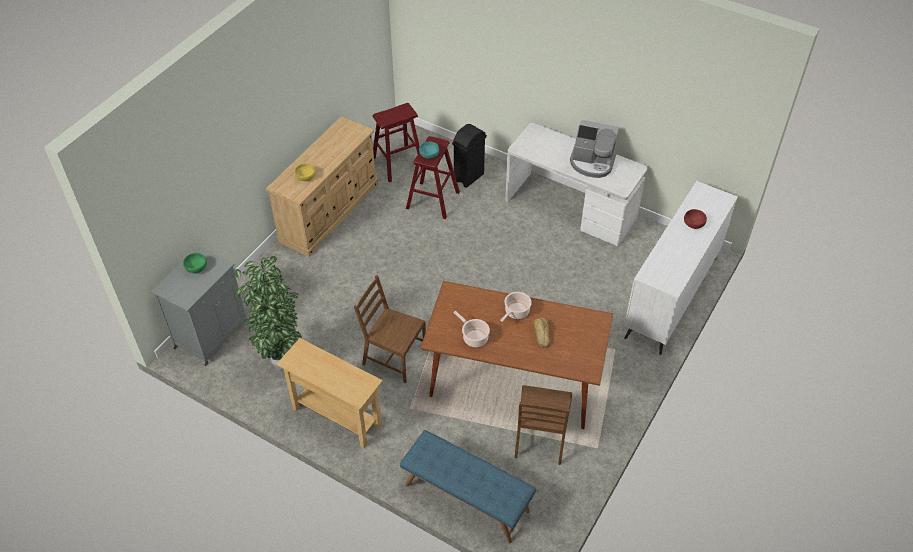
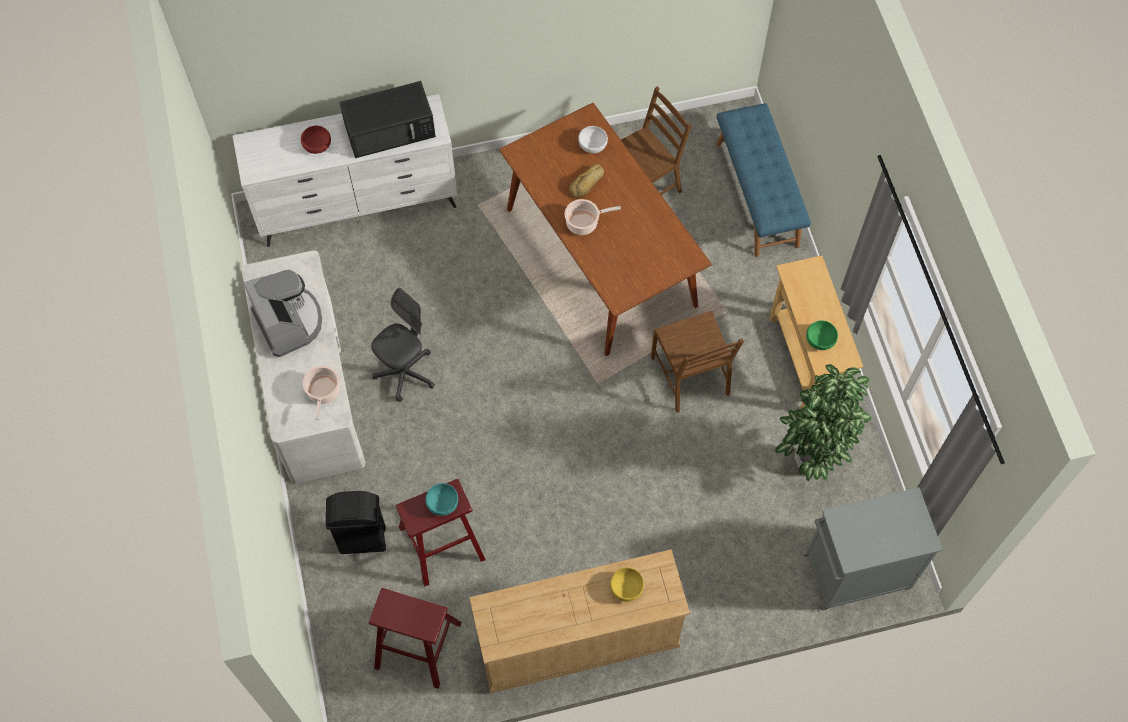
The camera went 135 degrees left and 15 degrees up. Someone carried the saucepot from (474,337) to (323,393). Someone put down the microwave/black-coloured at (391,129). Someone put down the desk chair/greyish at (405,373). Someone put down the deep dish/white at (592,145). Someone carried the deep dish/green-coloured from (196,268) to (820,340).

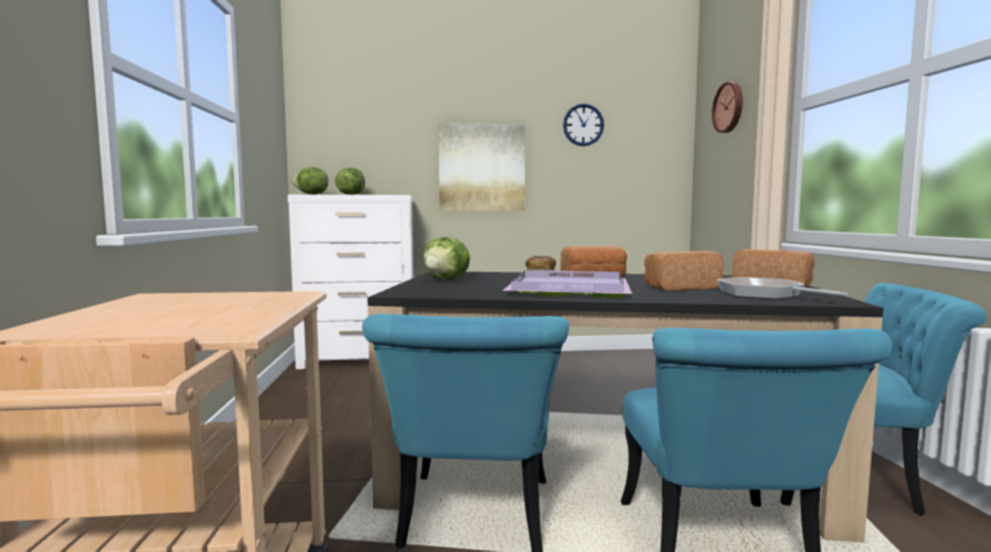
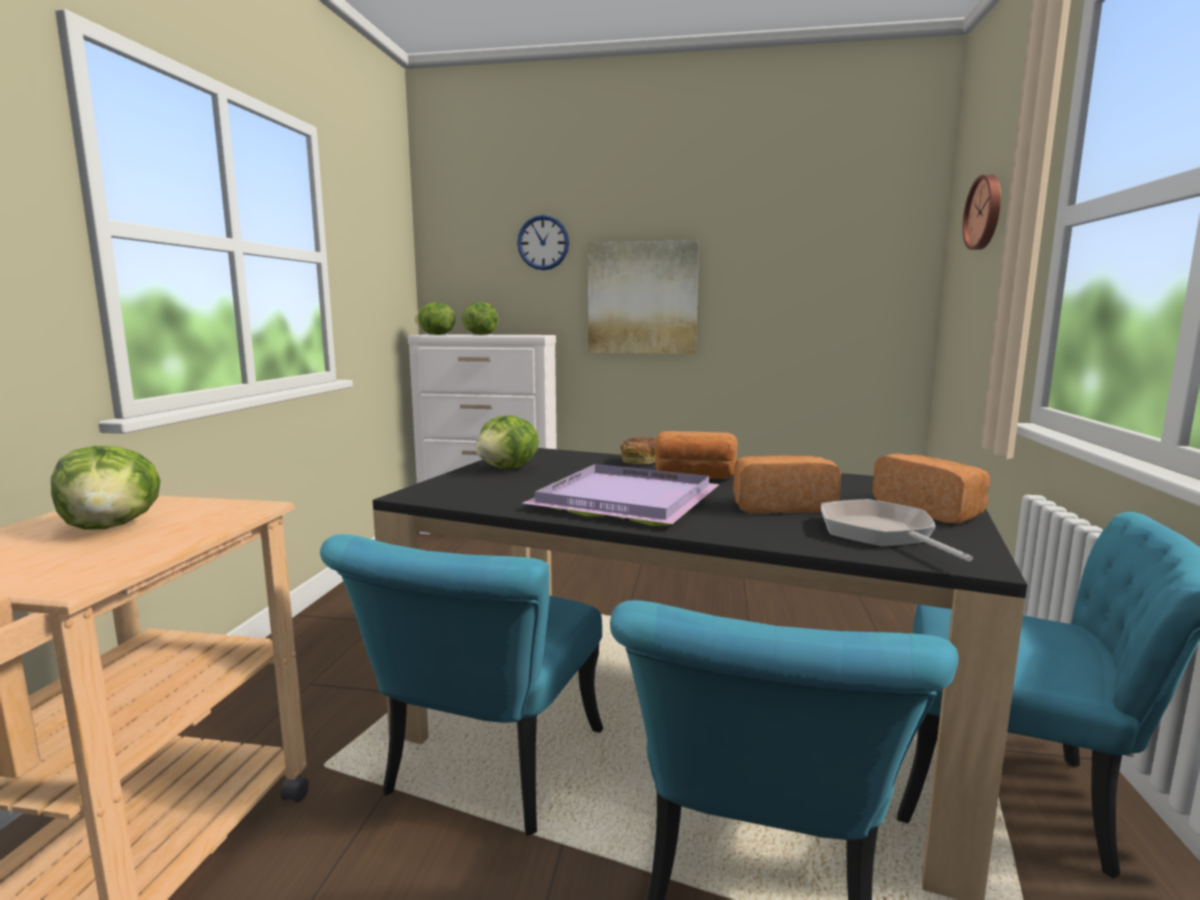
The camera went 15 degrees right and 5 degrees up. Someone put down the lettuce at (112,527). Someone carried the clock on the wall from (583,125) to (543,243).

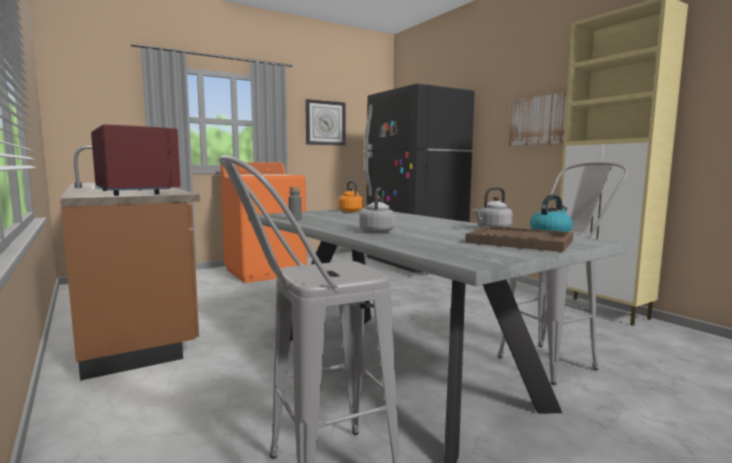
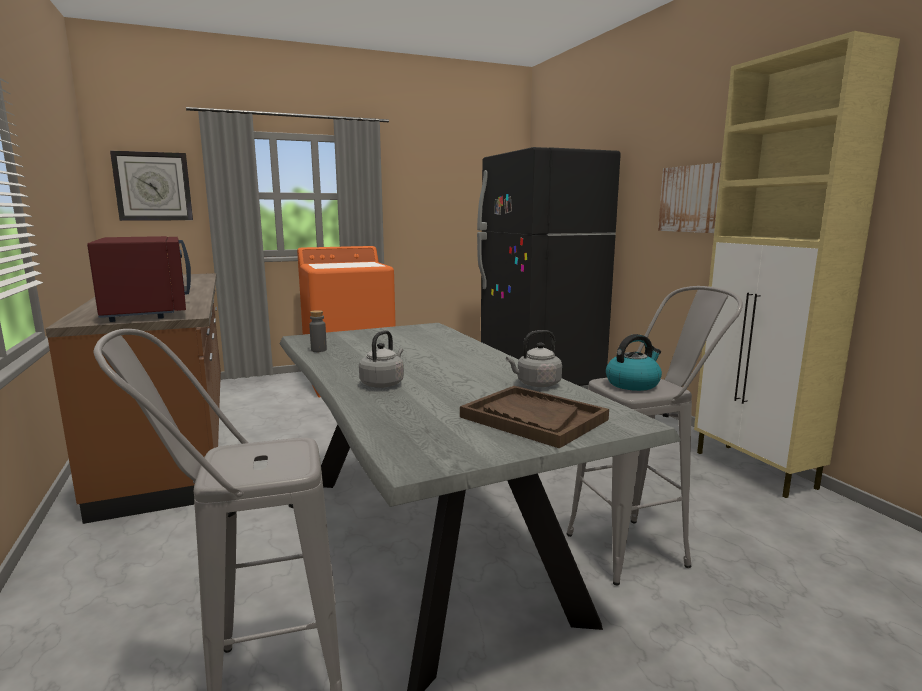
The camera went 10 degrees right and 5 degrees up. Someone carried the clock on the wall from (325,123) to (153,186). Someone took away the kettle/orangey at (350,211).

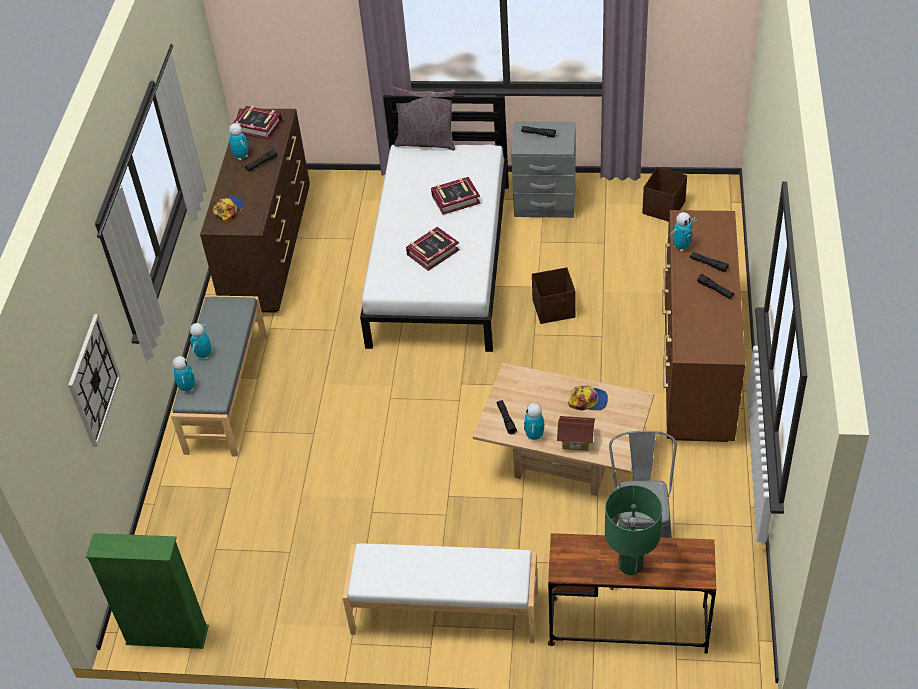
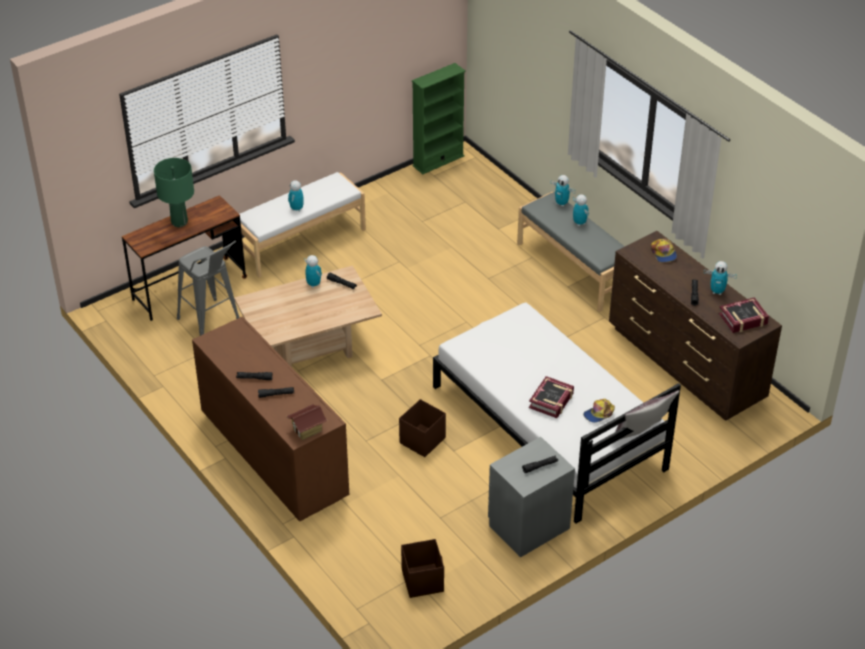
The camera went 135 degrees right and 5 degrees down. Someone carried the toy house from (576,441) to (307,430). Someone carried the robot figure from (681,247) to (296,209). Someone carried the peaked cap from (588,400) to (599,413). Someone took away the clock on the wall at (93,380). Someone took away the book at (432,252).

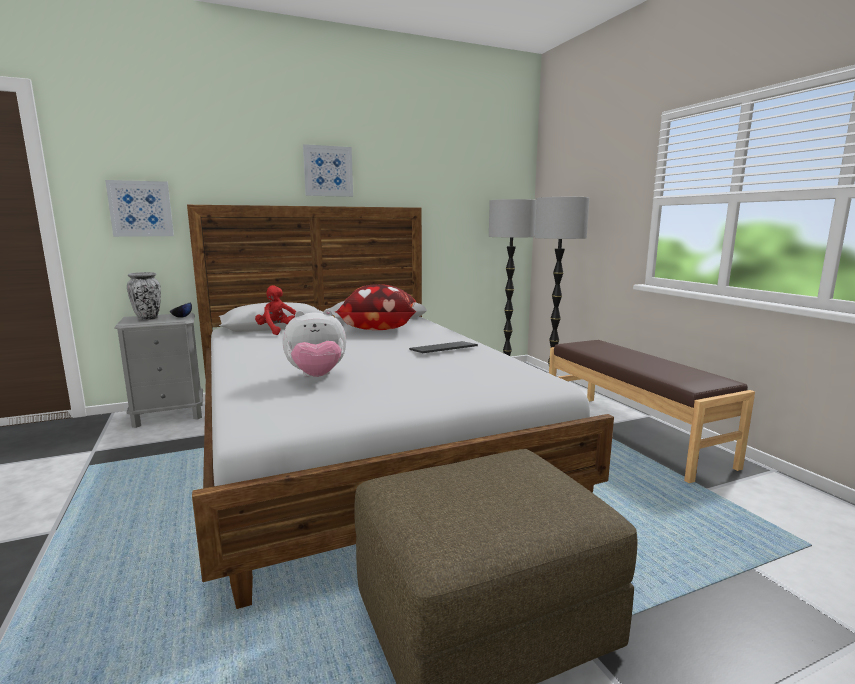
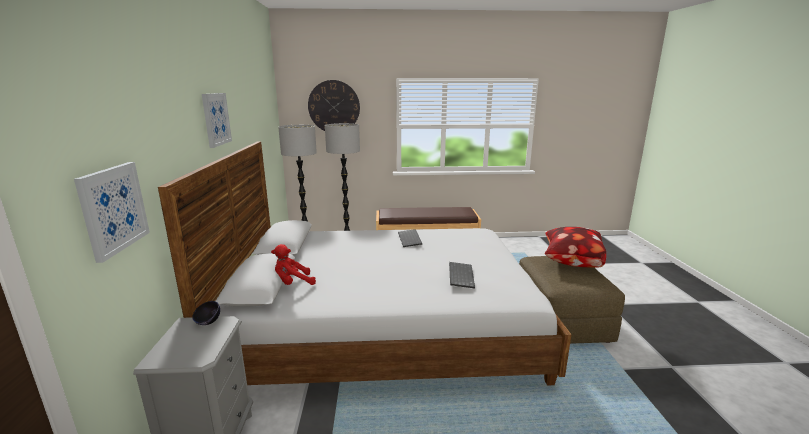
The camera went 70 degrees left and 5 degrees up. Someone put up the clock on the wall at (334,107). Someone swapped the plush toy at (317,377) for the PC keyboard at (460,275). Someone carried the throw pillow from (378,328) to (571,262). Someone took away the vase at (148,318).

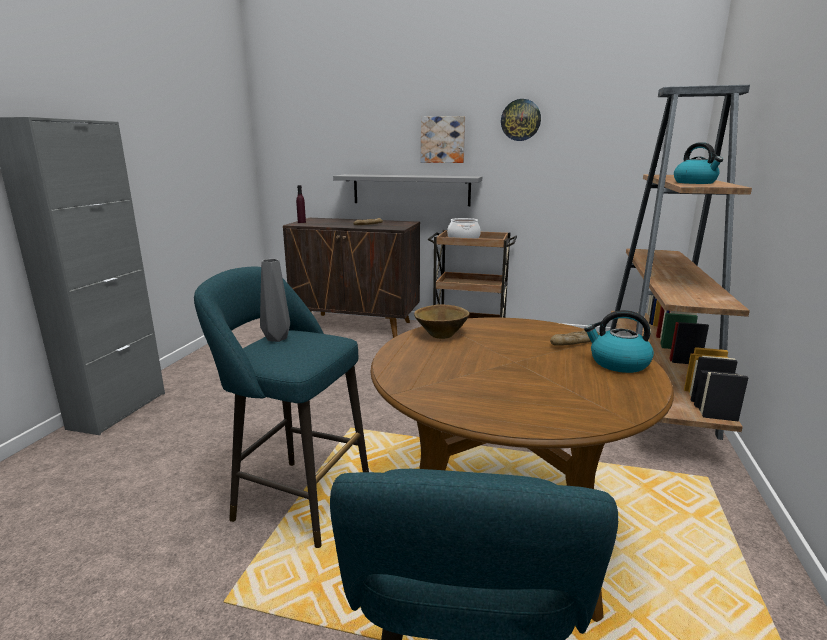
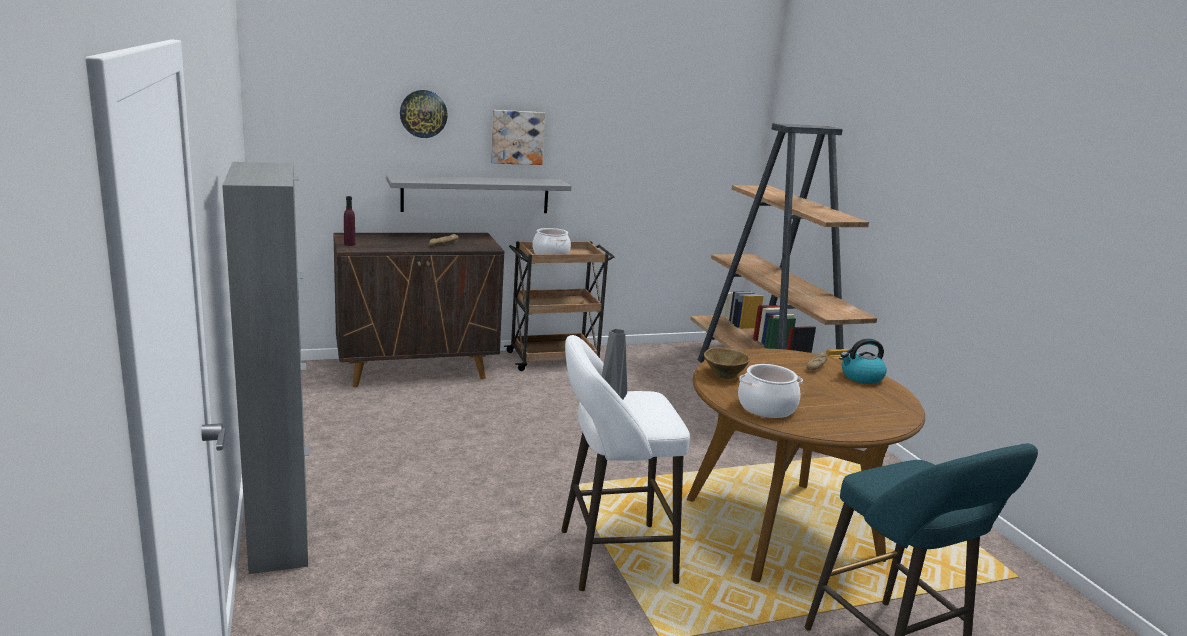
The camera went 35 degrees left and 0 degrees up. Someone carried the clock on the wall from (520,120) to (423,114). Someone repainted the stool seat/turquoise at (296,498), which became the stool seat/white at (609,556). Someone put down the saucepot at (766,408). Someone took away the kettle at (695,182).

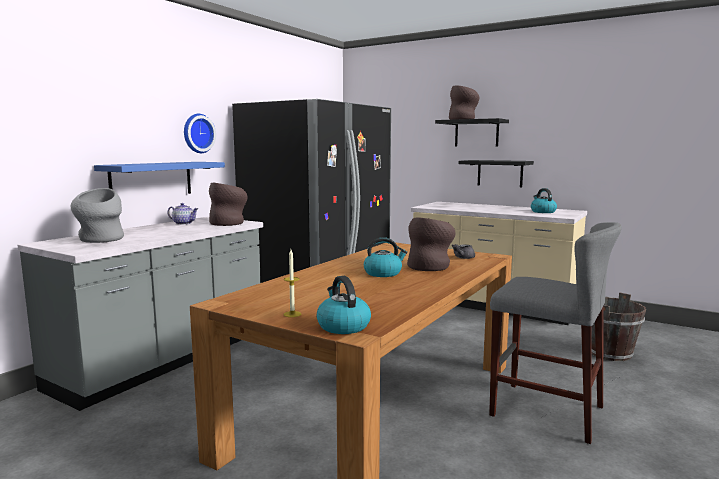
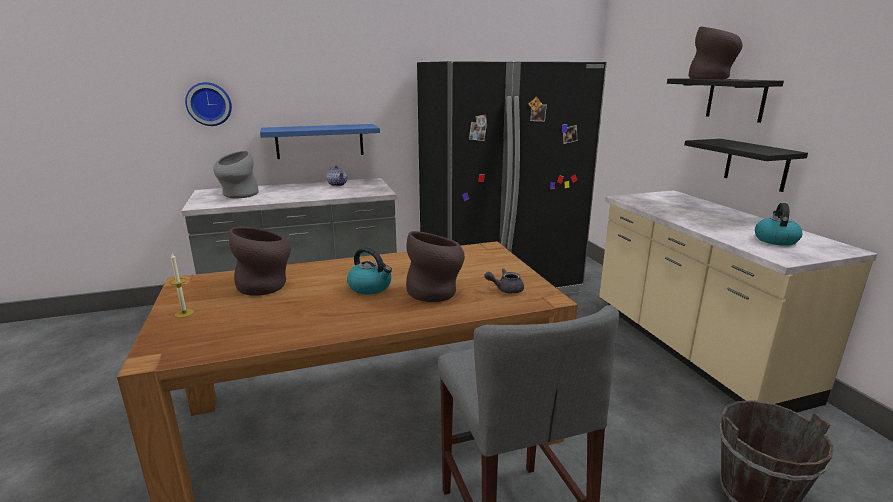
The camera went 40 degrees right and 10 degrees up. Someone carried the clock on the wall from (197,133) to (209,104). Someone carried the vase/brownish from (229,223) to (266,286). Someone took away the kettle at (343,326).

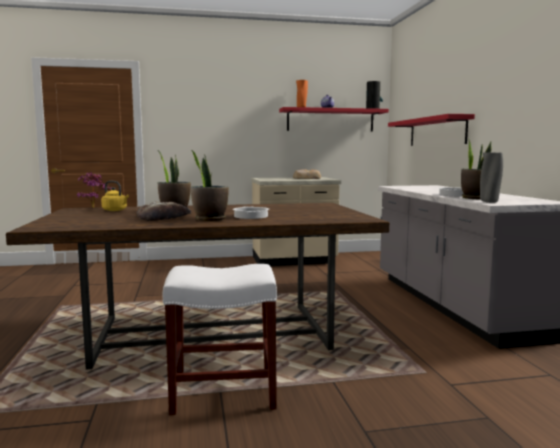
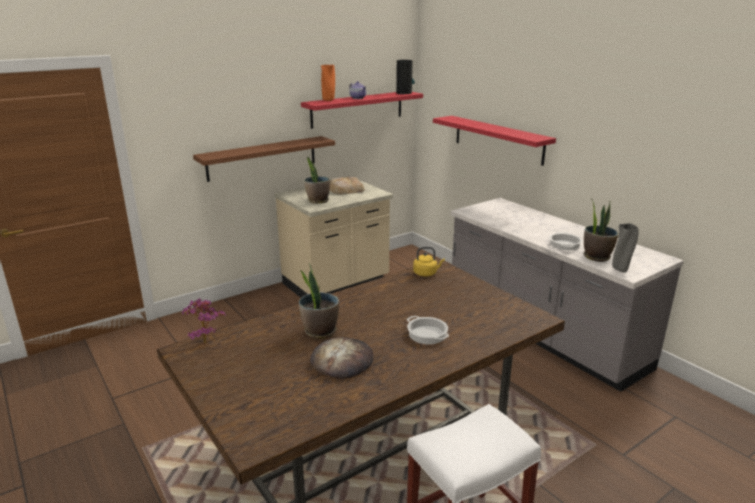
The camera went 25 degrees left and 15 degrees up. Someone put up the wall shelf/brownish at (262,158). Someone carried the houseplant from (209,219) to (317,200). Someone carried the kettle/yellow from (115,210) to (426,273).

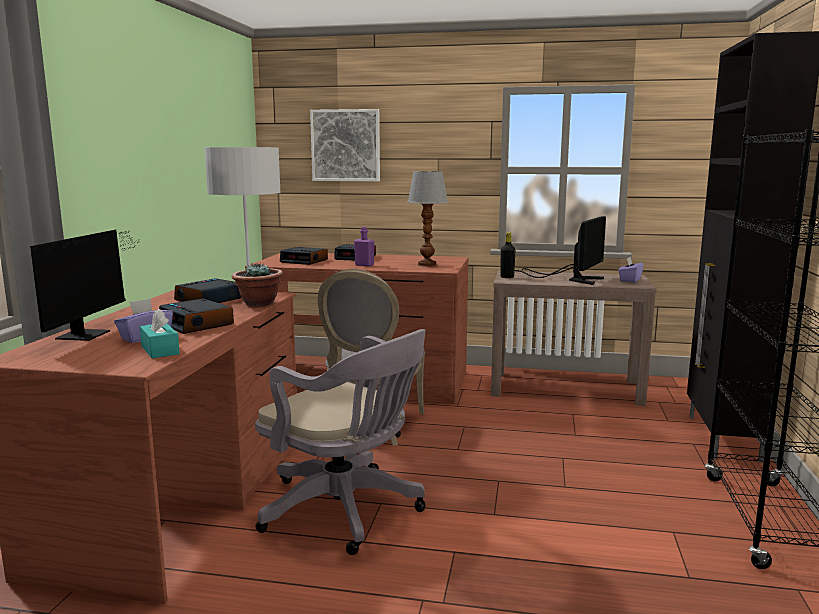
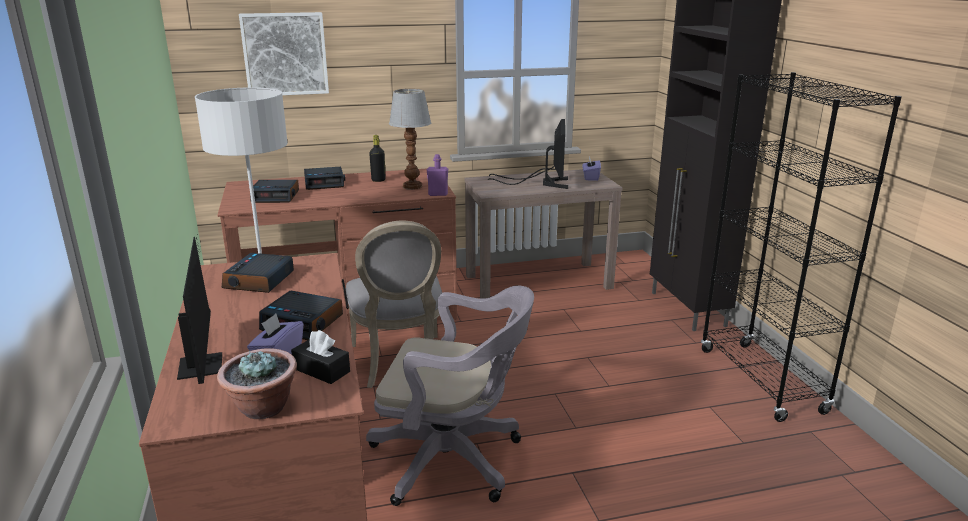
The camera went 25 degrees left and 10 degrees up. Someone carried the houseplant from (258,303) to (263,408). Someone repainted the box of tissues/turquoise at (160,350), which became the box of tissues/black-coloured at (321,370). Someone carried the bottle/black-coloured from (507,277) to (378,180). Someone carried the bottle/purple from (364,265) to (438,194).

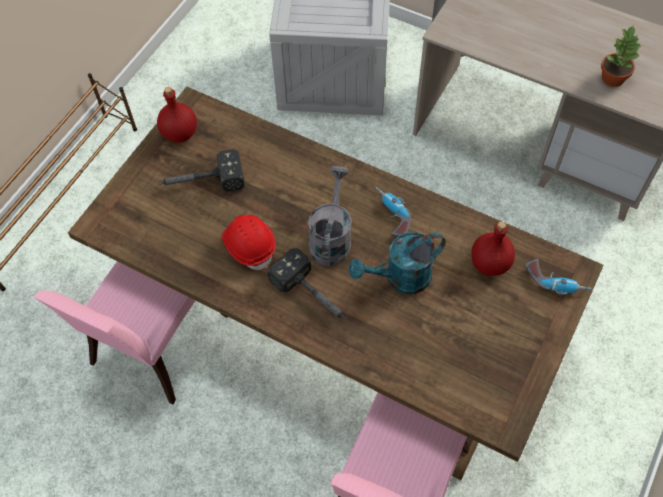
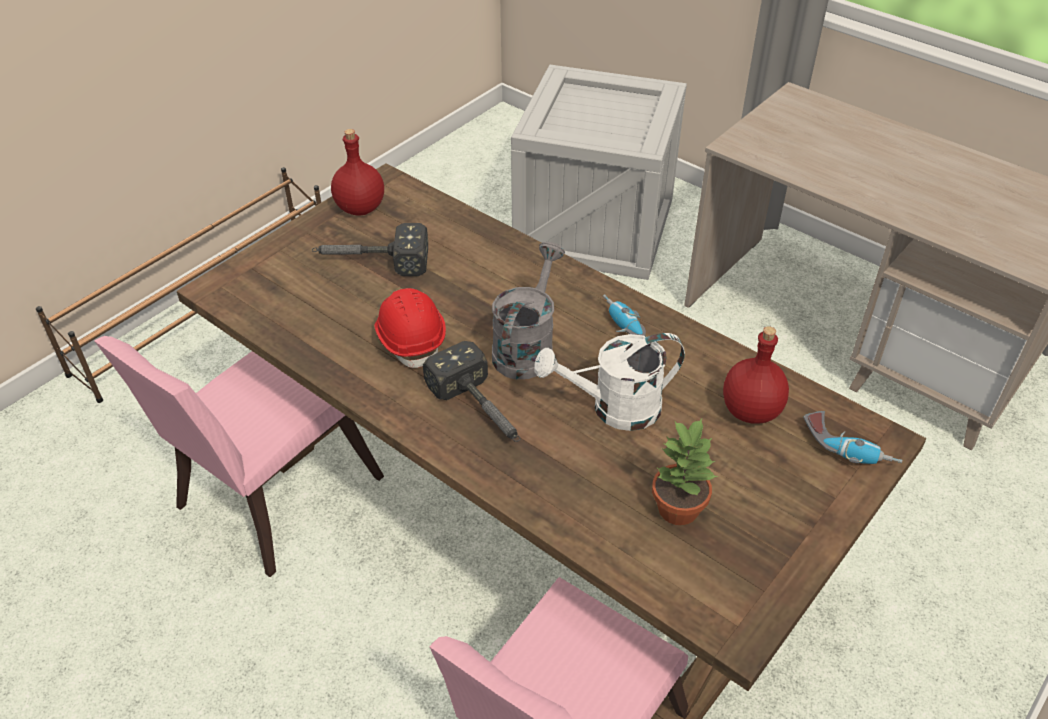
The camera went 10 degrees right and 15 degrees down. Someone repainted the sprinkling can/turquoise at (400,278), which became the sprinkling can/white at (614,409). Someone carried the houseplant from (612,77) to (678,507).

